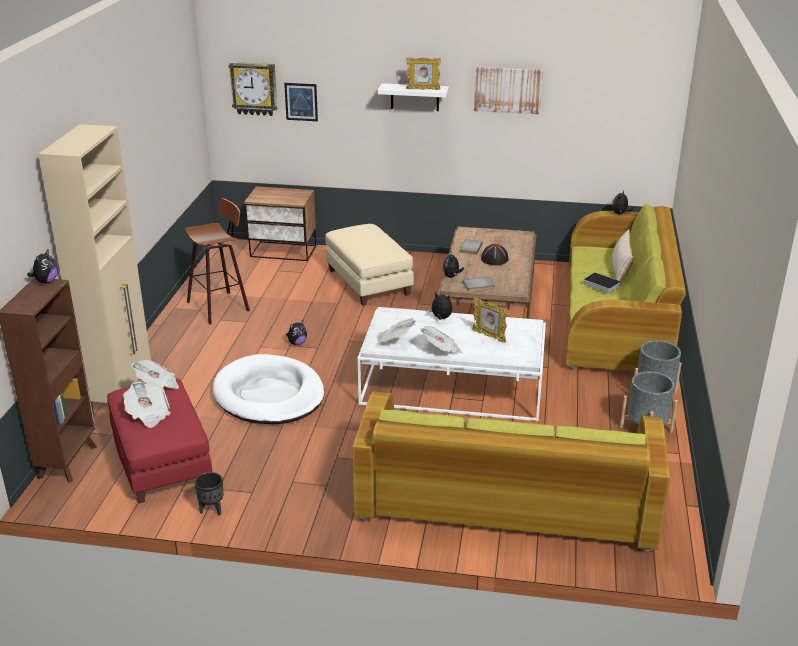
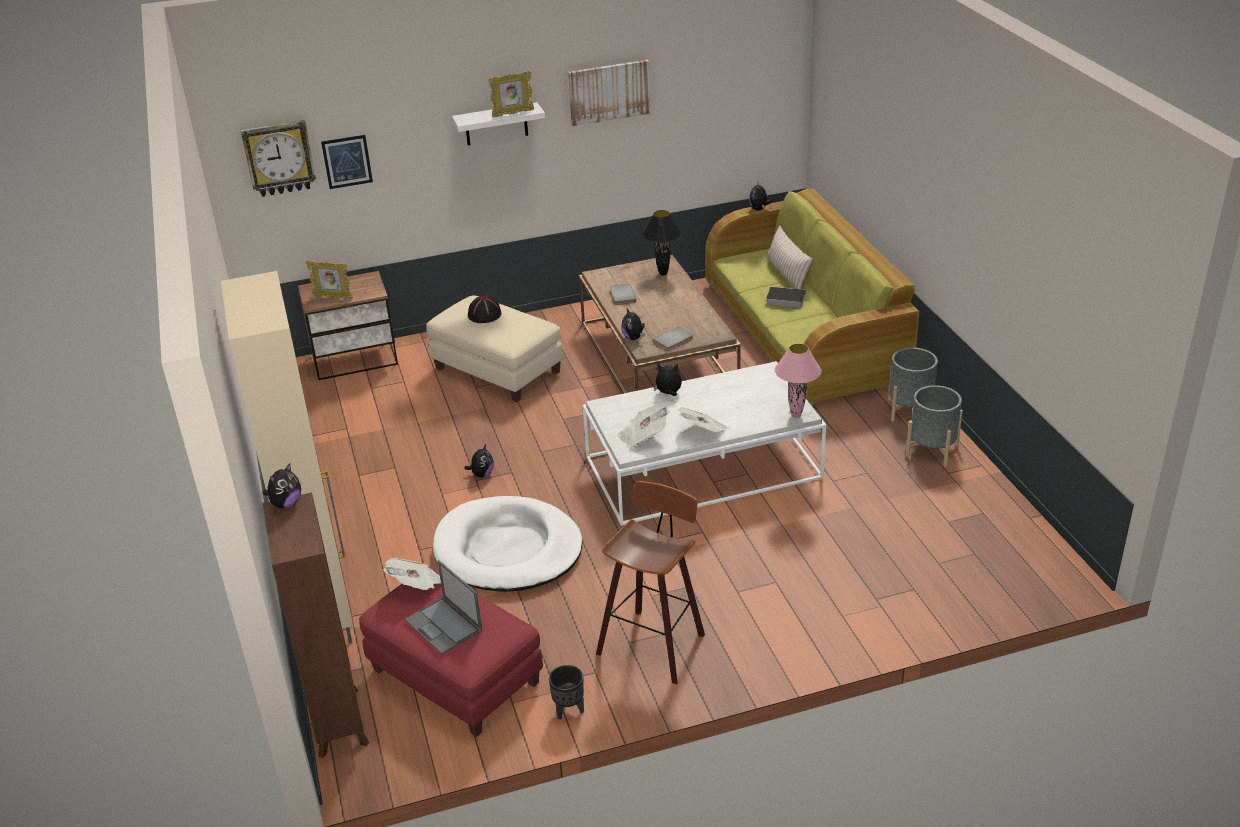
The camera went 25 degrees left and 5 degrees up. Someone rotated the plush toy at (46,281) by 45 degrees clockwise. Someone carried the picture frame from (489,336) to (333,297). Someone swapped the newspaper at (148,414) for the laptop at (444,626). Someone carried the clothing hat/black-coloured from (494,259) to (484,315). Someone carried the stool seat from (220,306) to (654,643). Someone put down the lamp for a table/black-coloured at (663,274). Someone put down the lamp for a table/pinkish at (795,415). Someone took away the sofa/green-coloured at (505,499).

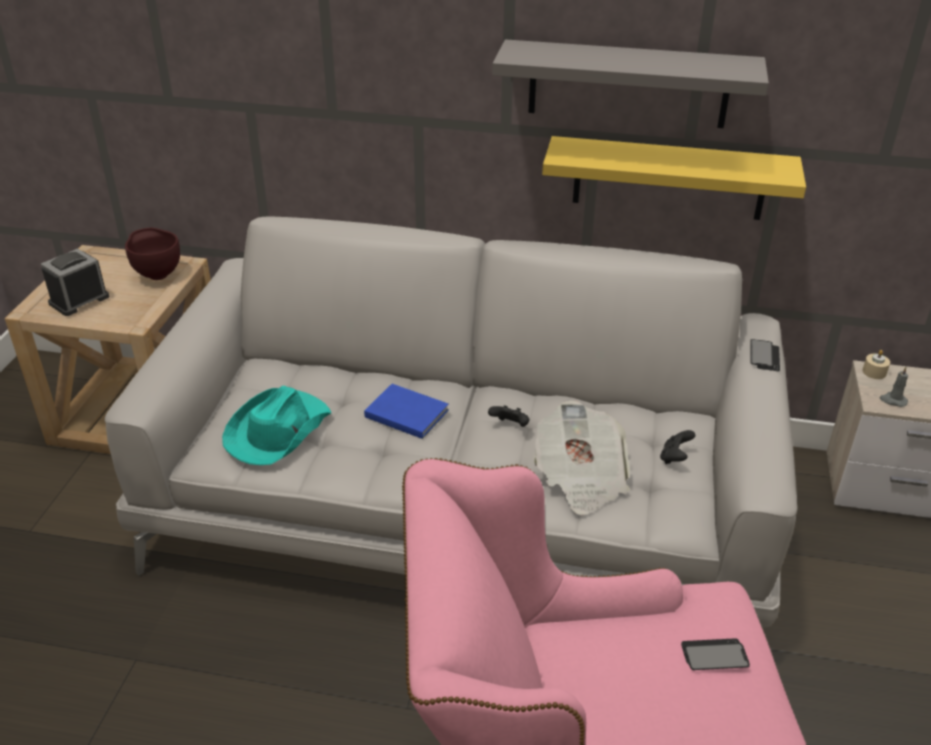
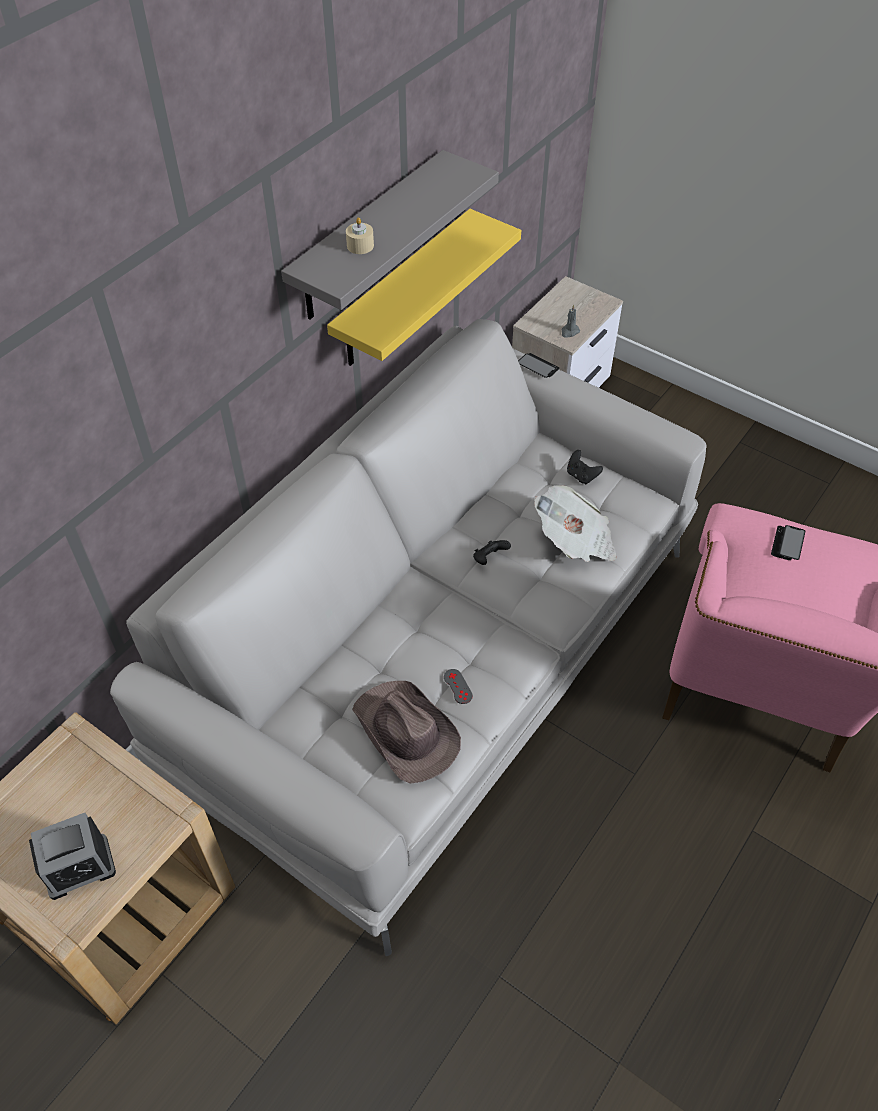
The camera went 65 degrees left and 15 degrees up. Someone rotated the table clock at (79,300) by 90 degrees counterclockwise. Someone carried the wax candle/sand-coloured from (874,372) to (360,246). Someone repainted the clothing hat/turquoise at (277,430), which became the clothing hat/brownish at (405,733). Someone put down the game controller/greyish at (458,686). Someone took away the deep dish/brownish at (157,274). Someone took away the book/bluish at (405,412).

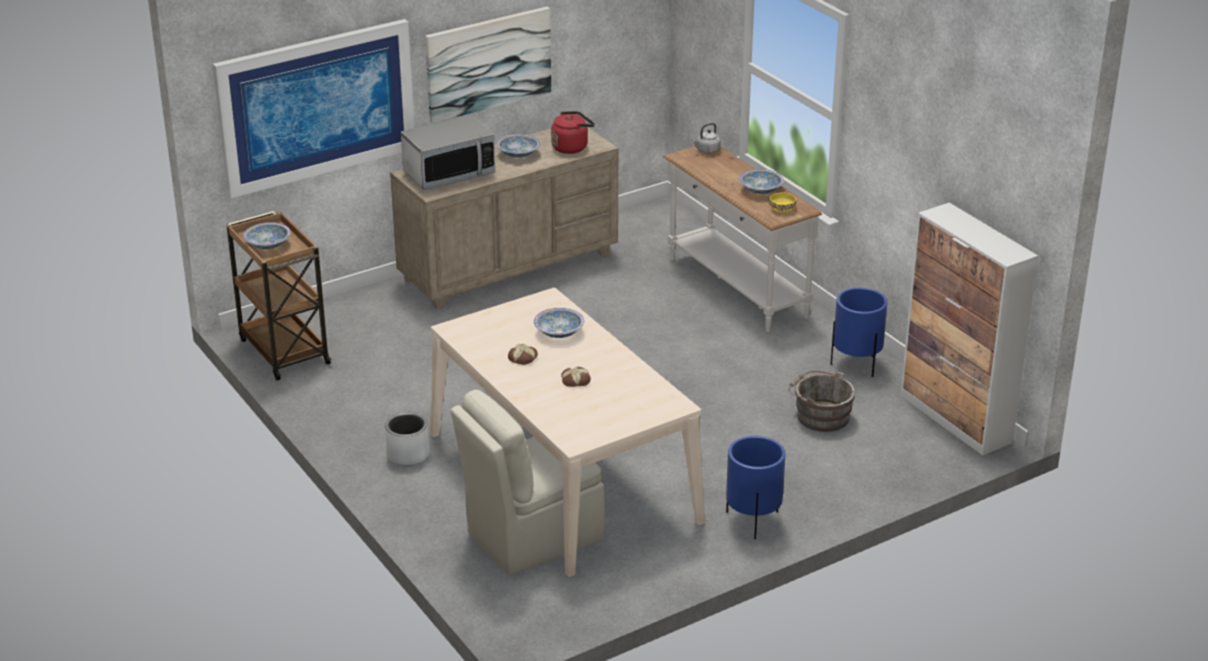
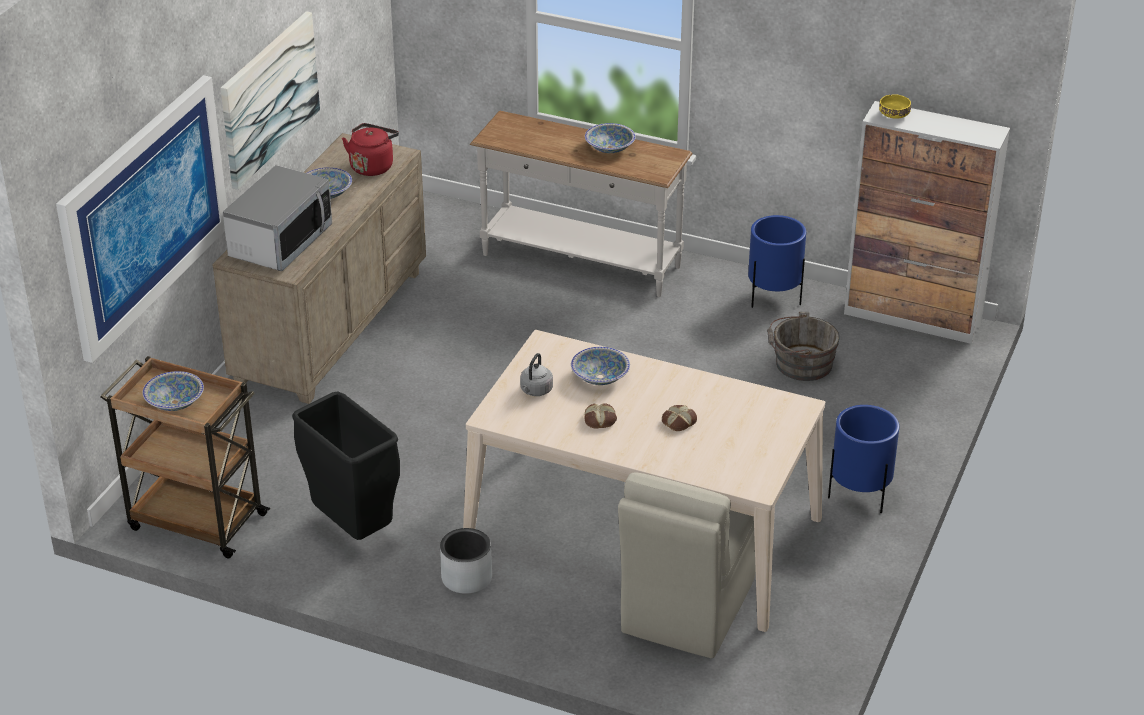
The camera went 35 degrees left and 5 degrees up. Someone put down the rubbish bin/black-coloured at (352,529). Someone carried the kettle/greyish from (707,151) to (535,391). Someone carried the deep dish/yellow from (781,209) to (894,115).

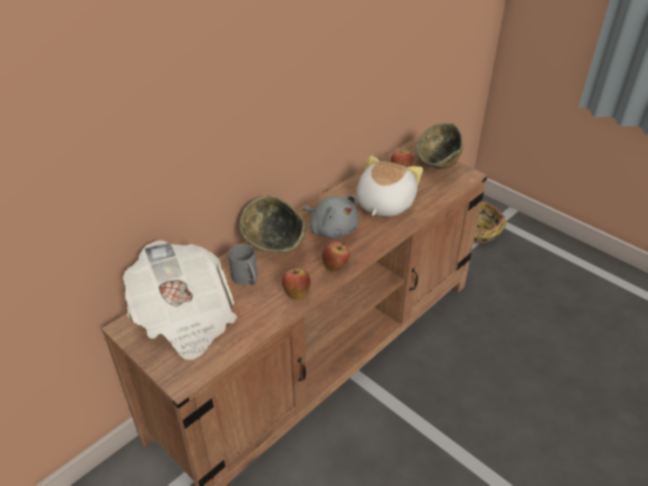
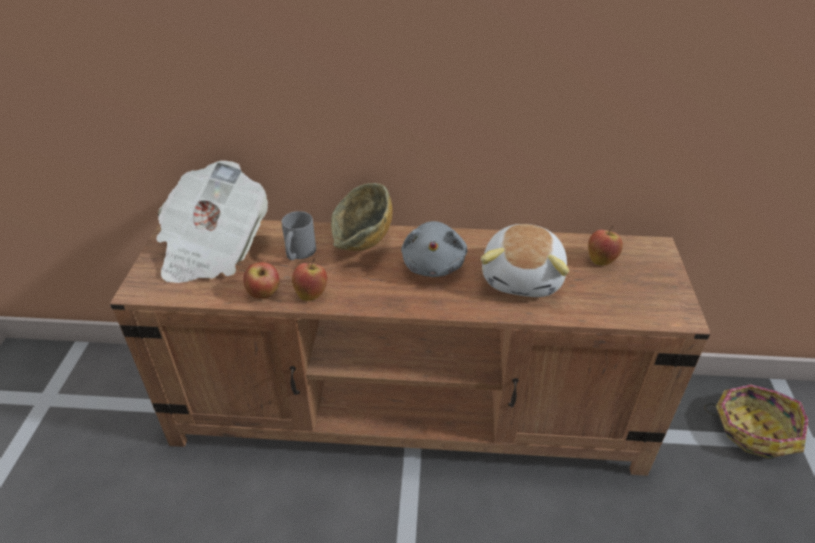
The camera went 50 degrees right and 0 degrees up. Someone carried the whole apple from (335,266) to (264,294). Someone rotated the plush toy at (383,204) by 120 degrees clockwise. Someone took away the deep dish at (438,167).

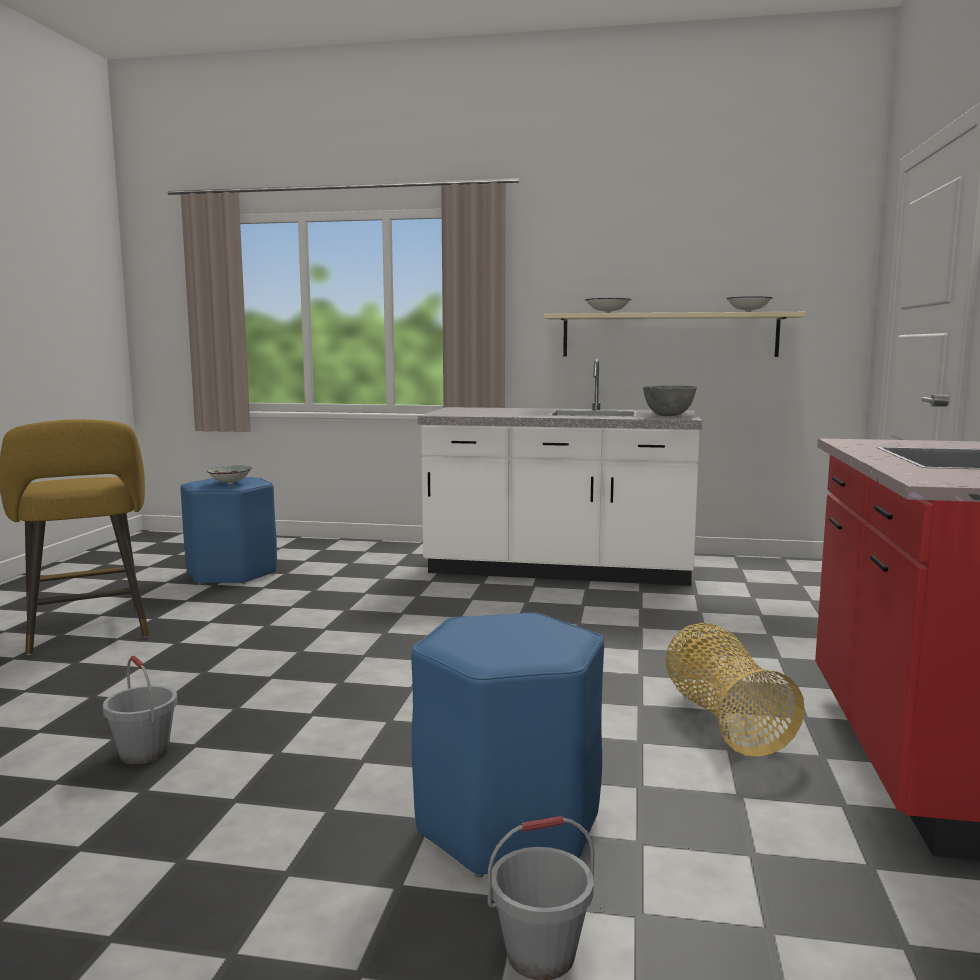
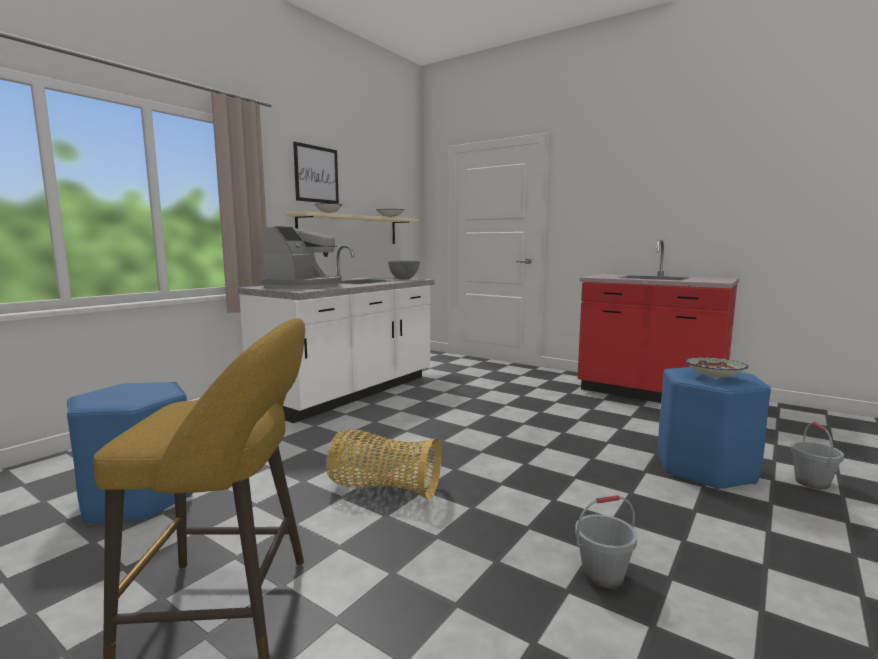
The camera went 65 degrees left and 0 degrees up. Someone put down the coffee maker at (304,286). Someone put up the wall art at (316,174). Someone carried the storage basket from (723,719) to (383,488). Someone carried the deep dish from (231,483) to (714,378).

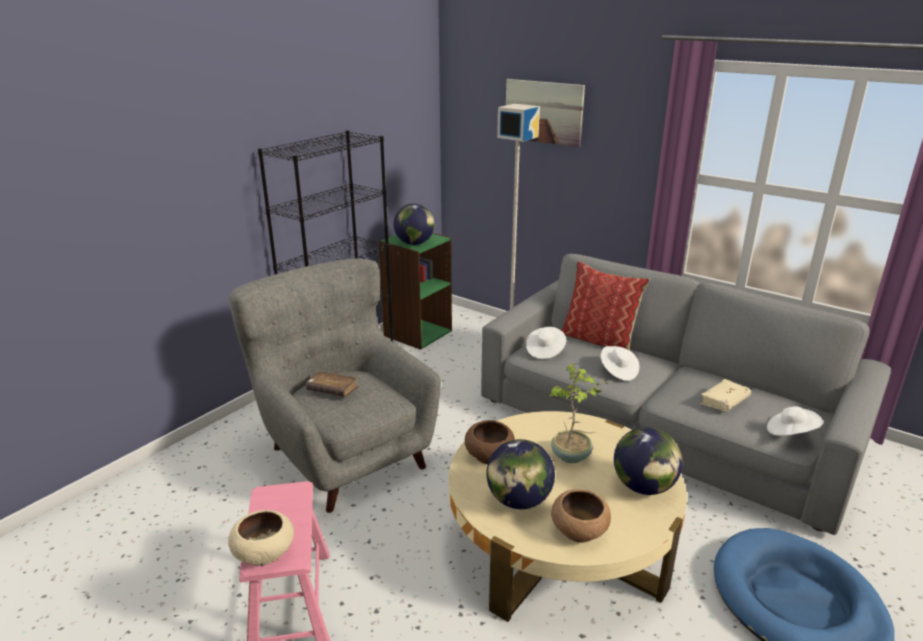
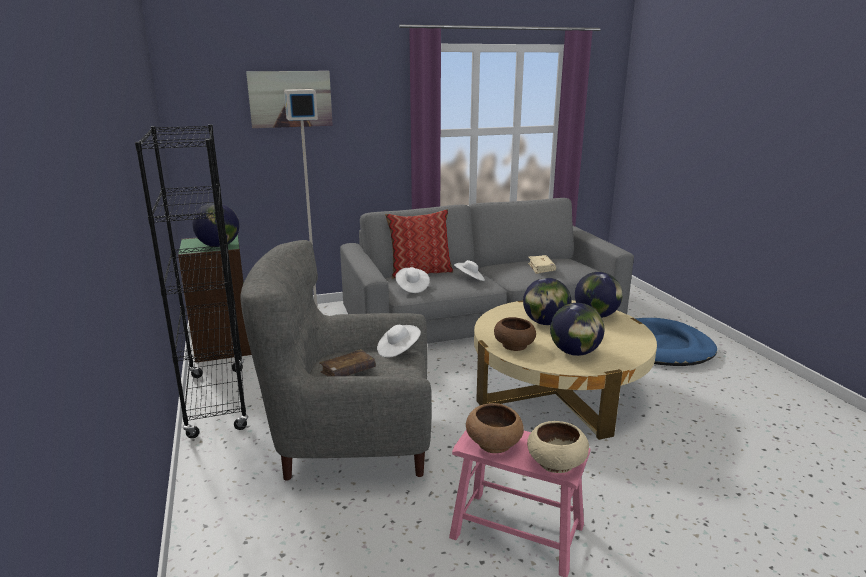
The camera went 55 degrees left and 5 degrees down. Someone carried the clothing hat/white from (790,432) to (398,350). Someone carried the deep dish/brownish from (580,530) to (494,443). Someone swapped the houseplant at (571,456) for the globe at (545,323).

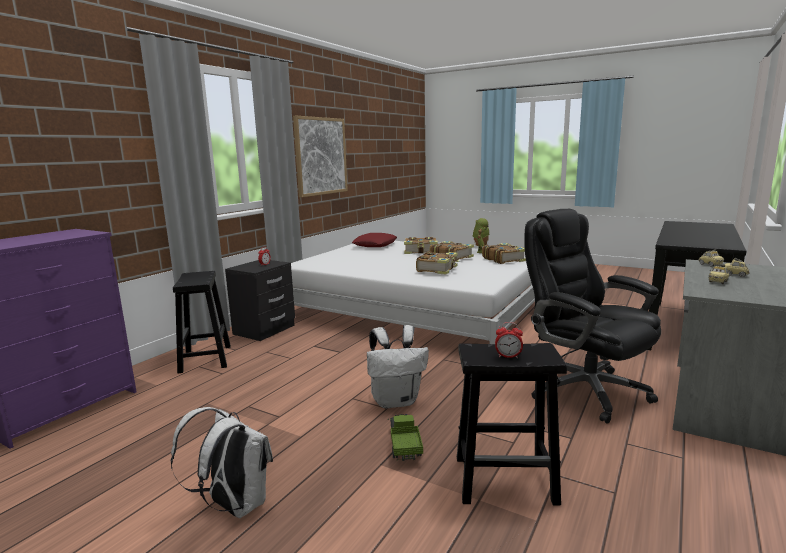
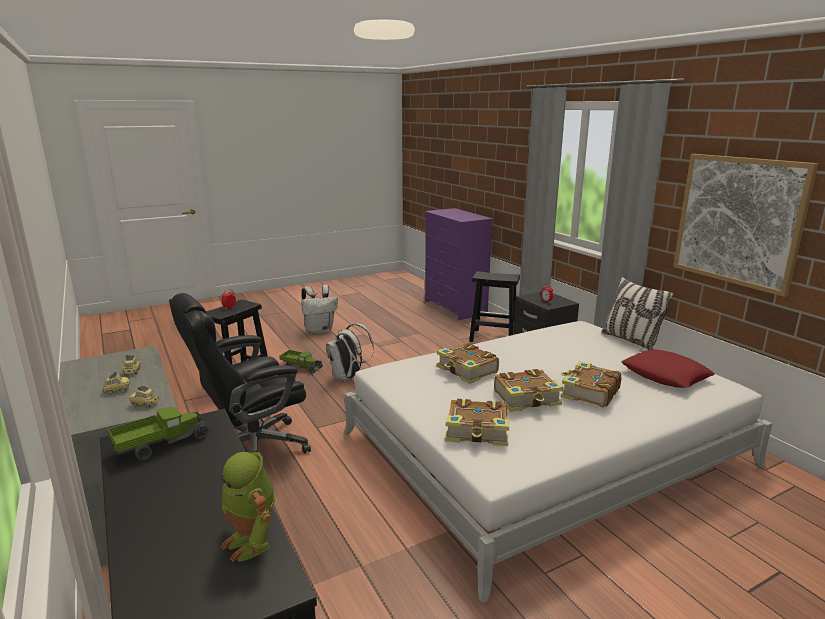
The camera went 120 degrees right and 5 degrees up. Someone put down the model truck at (161,444). Someone rotated the desk chair/black-coloured at (584,390) by 150 degrees clockwise. Someone carried the robot figure from (481,251) to (252,542). Someone put down the throw pillow at (630,341).

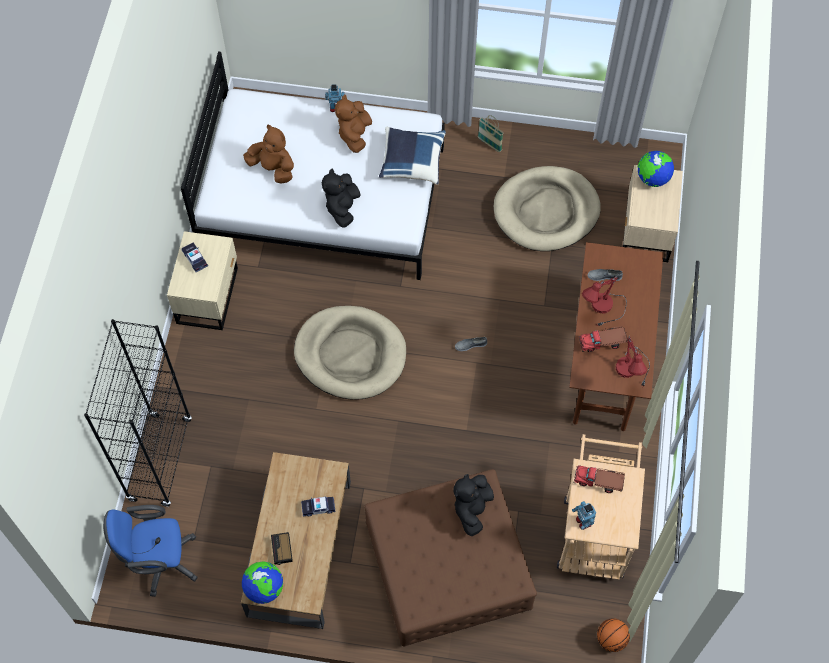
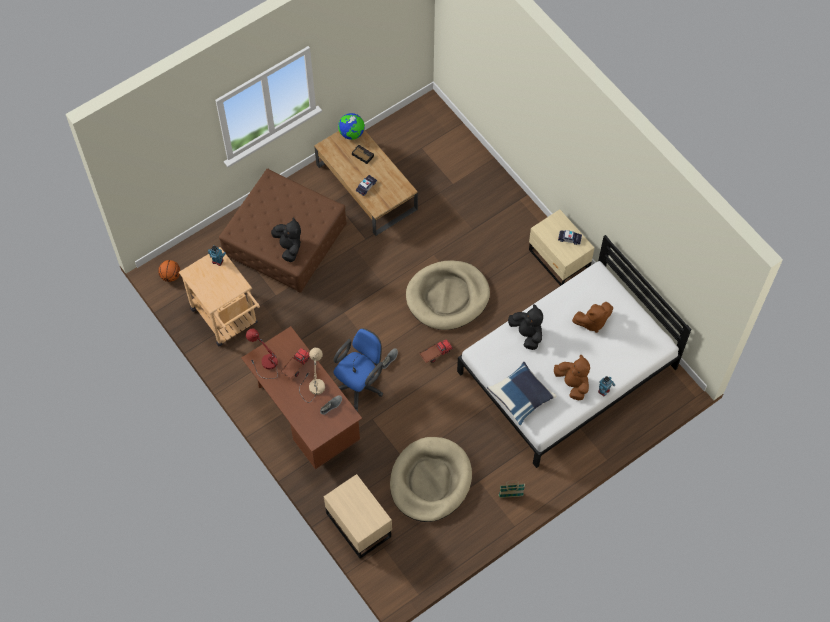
The camera went 135 degrees right and 0 degrees up. Someone repainted the lamp for a table/red-coloured at (603,311), which became the lamp for a table/sand-coloured at (312,384). Someone carried the desk chair/bluish from (159,561) to (359,385). Someone carried the model truck from (599,481) to (435,353). Someone took away the shelving unit/black-coloured at (160,460). Someone took away the globe at (652,178).

